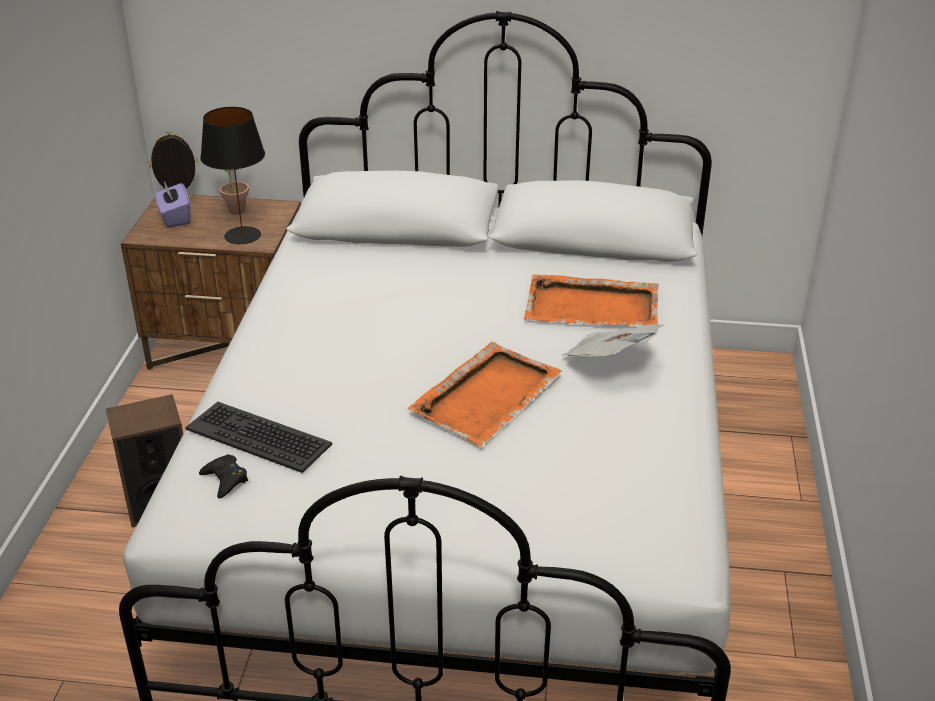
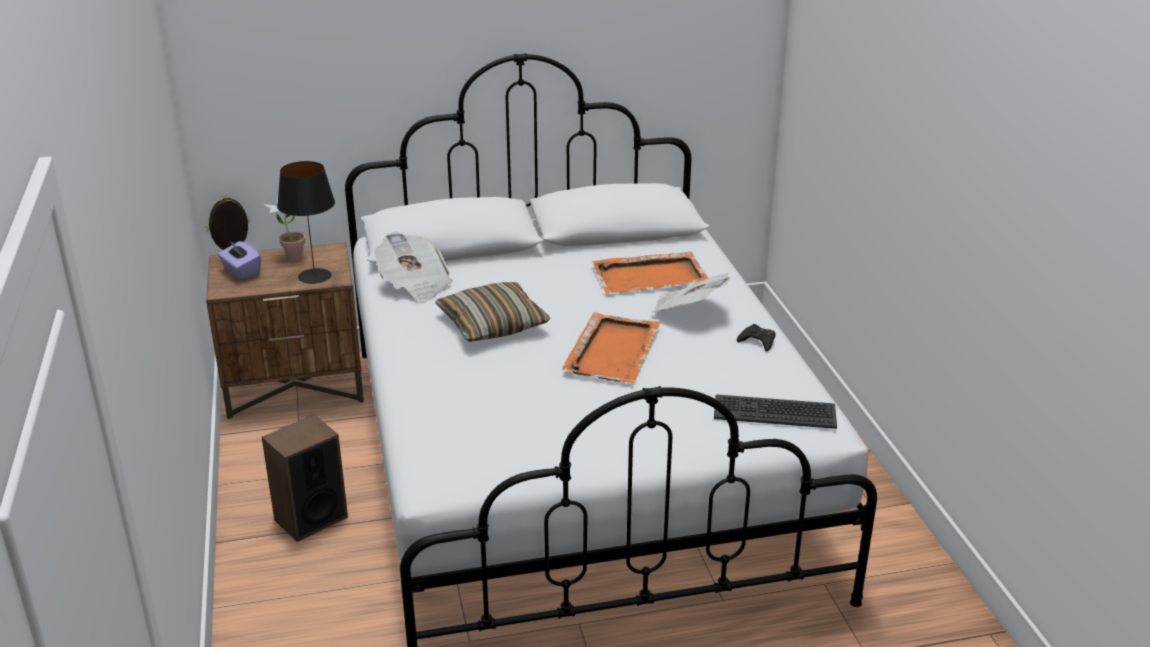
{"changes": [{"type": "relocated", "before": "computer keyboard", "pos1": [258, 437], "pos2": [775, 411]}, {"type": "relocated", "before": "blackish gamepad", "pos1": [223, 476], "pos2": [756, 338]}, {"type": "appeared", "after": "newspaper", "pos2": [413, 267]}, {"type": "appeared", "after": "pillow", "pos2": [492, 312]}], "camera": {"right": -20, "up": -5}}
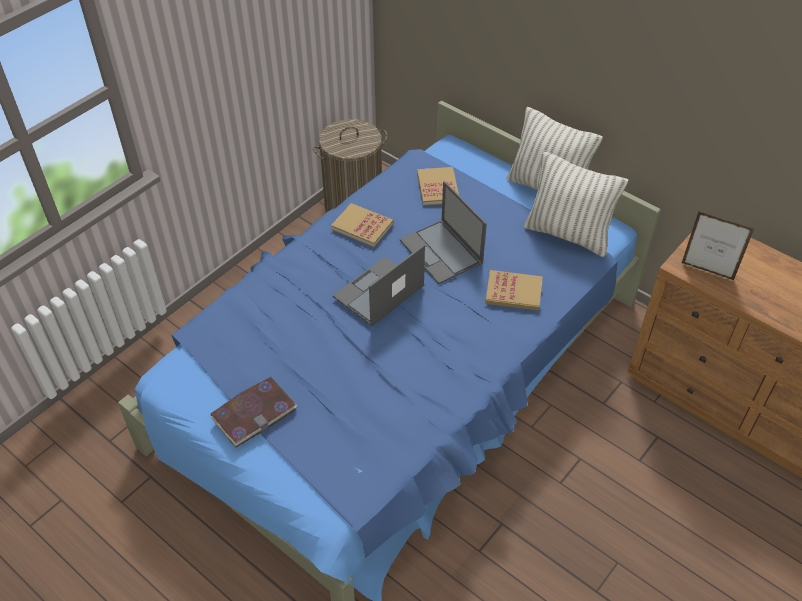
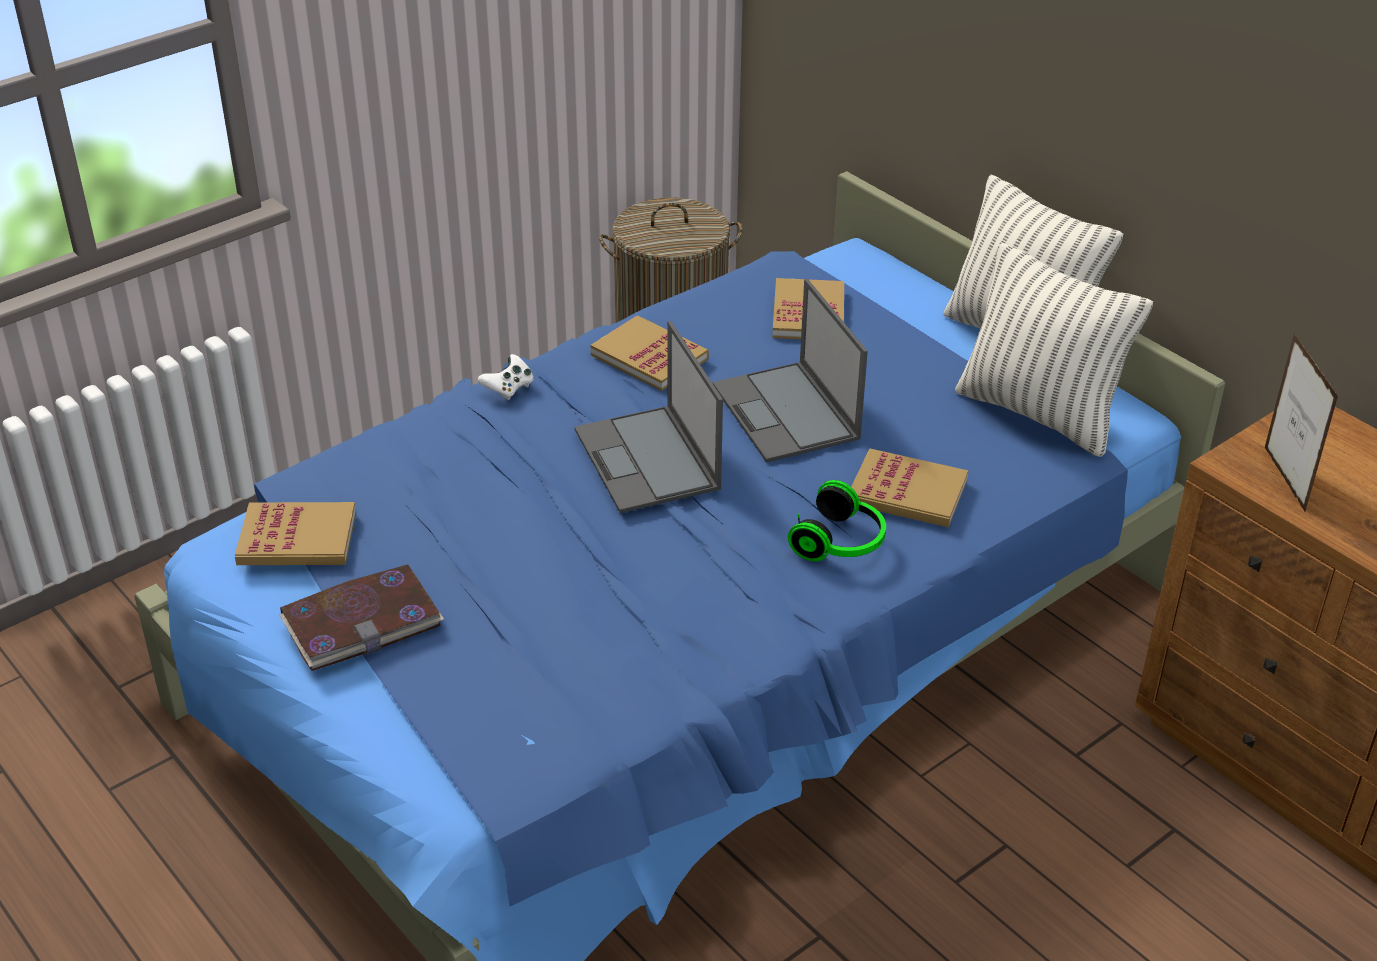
{"changes": [{"type": "spun", "before": "standing frame", "pos1": [717, 245], "pos2": [1301, 423], "turn": -135}, {"type": "spun", "before": "portable computer", "pos1": [379, 285], "pos2": [648, 417], "turn": -75}, {"type": "appeared", "after": "whitish gamepad", "pos2": [506, 377]}, {"type": "appeared", "after": "headphones", "pos2": [837, 521]}, {"type": "appeared", "after": "volume", "pos2": [295, 533]}], "camera": {"right": 10, "up": -10}}
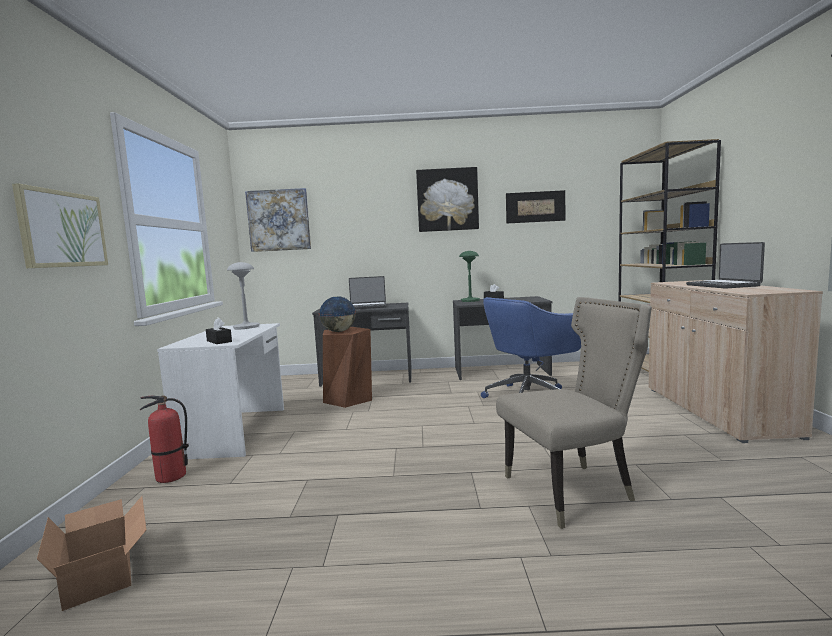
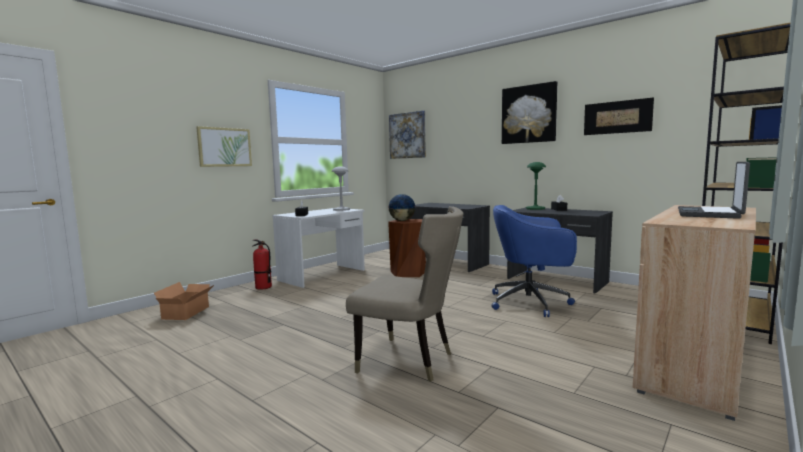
{"changes": [{"type": "missing", "before": "portable computer", "pos1": [368, 292]}], "camera": {"right": 40, "up": 0}}
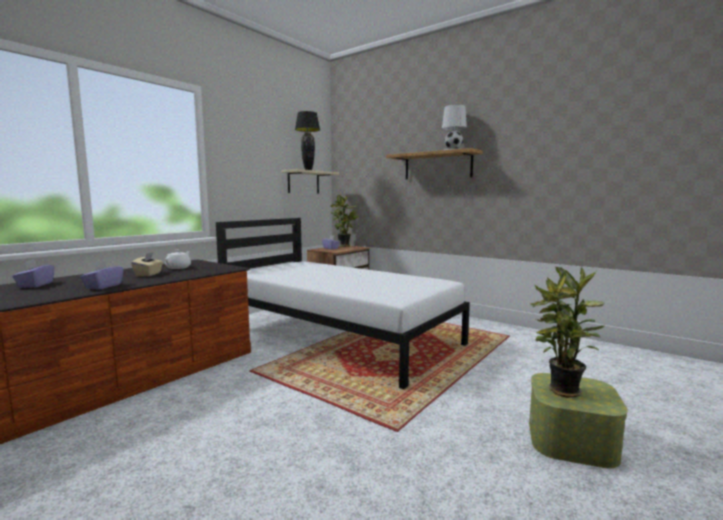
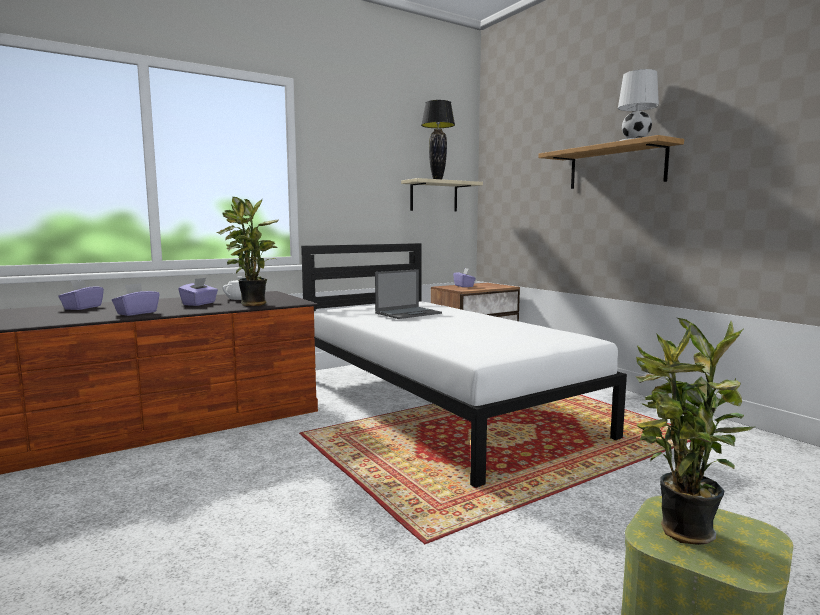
{"changes": [{"type": "relocated", "before": "plant in a pot", "pos1": [344, 221], "pos2": [247, 251]}, {"type": "colour", "before": "sand-coloured box of tissues", "after": "purplish box of tissues", "pos1": [147, 264], "pos2": [198, 292]}, {"type": "appeared", "after": "portable computer", "pos2": [408, 294]}], "camera": {"right": 20, "up": 0}}
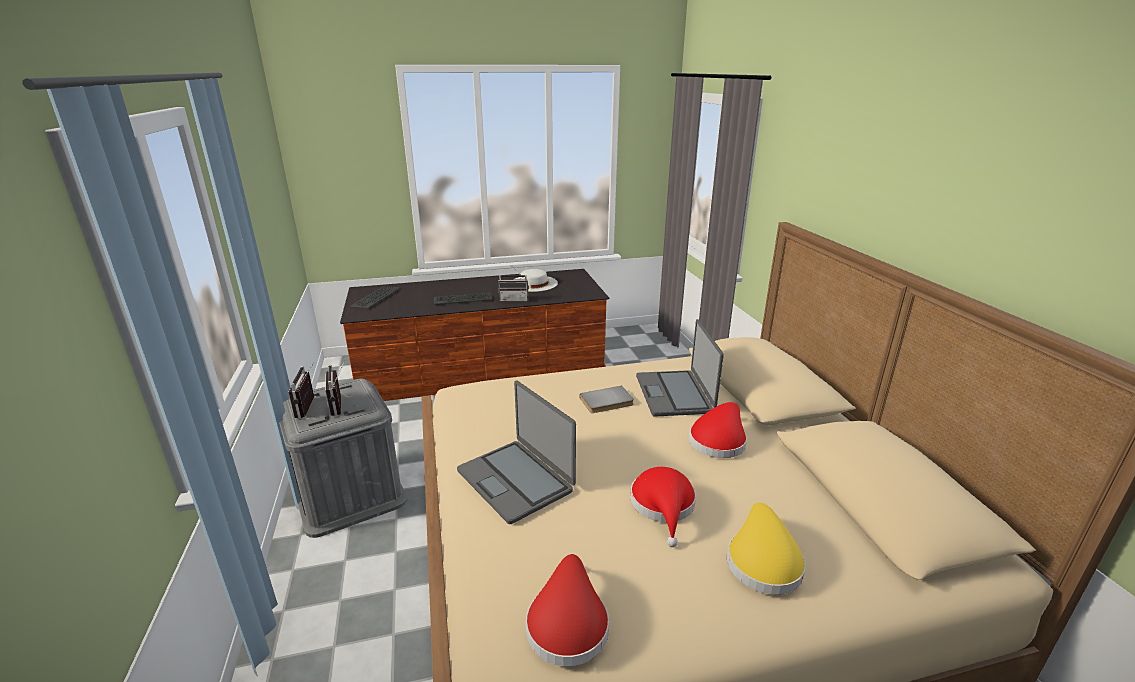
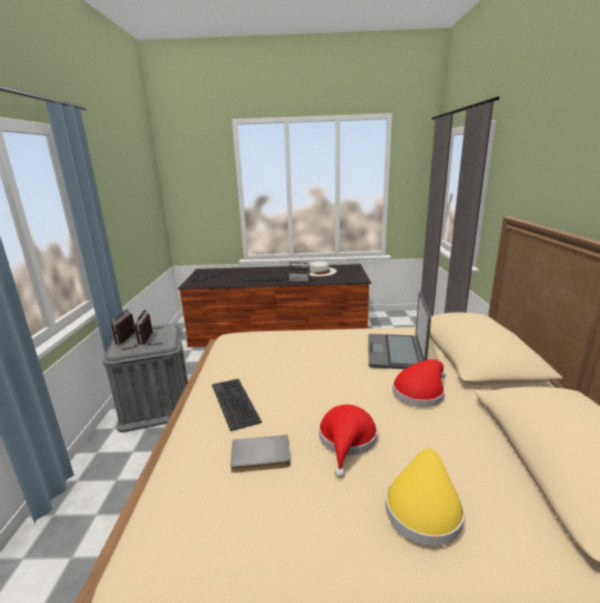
{"changes": [{"type": "exchanged", "before": "portable computer", "after": "computer keyboard", "pos1": [516, 452], "pos2": [237, 405]}, {"type": "relocated", "before": "greyish volume", "pos1": [607, 399], "pos2": [260, 454]}, {"type": "missing", "before": "red-coloured clothing hat", "pos1": [567, 610]}], "camera": {"right": 15, "up": -5}}
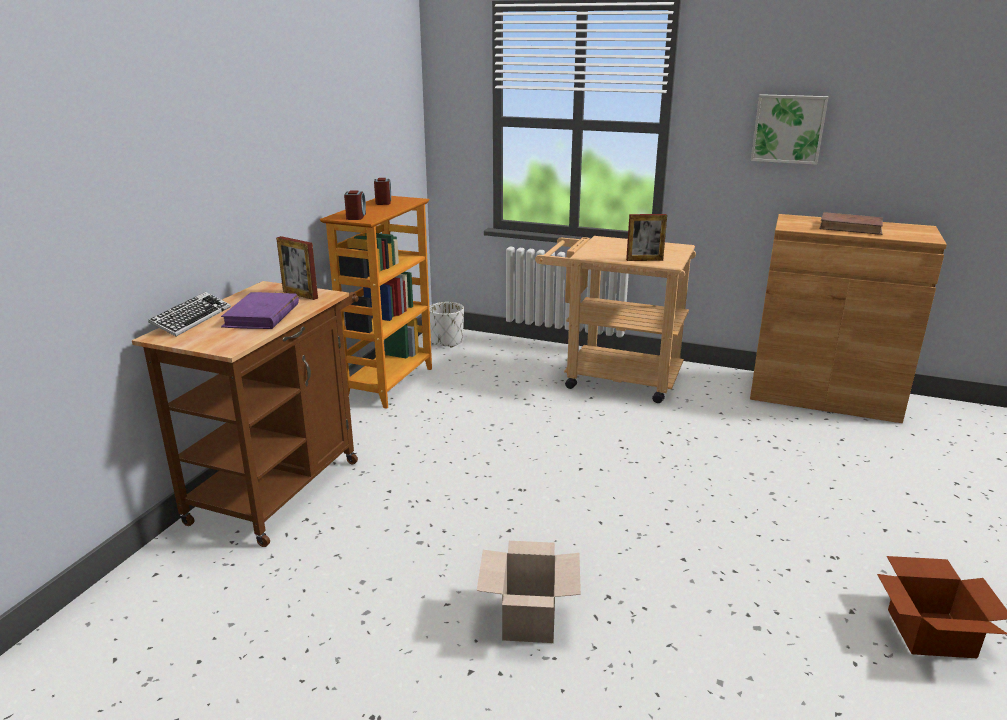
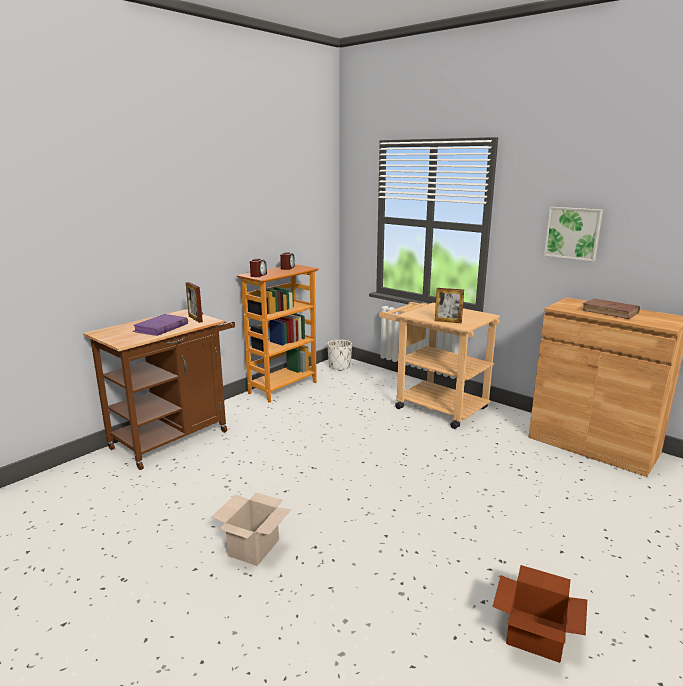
{"changes": [{"type": "missing", "before": "computer keyboard", "pos1": [189, 314]}], "camera": {"right": 20, "up": -5}}
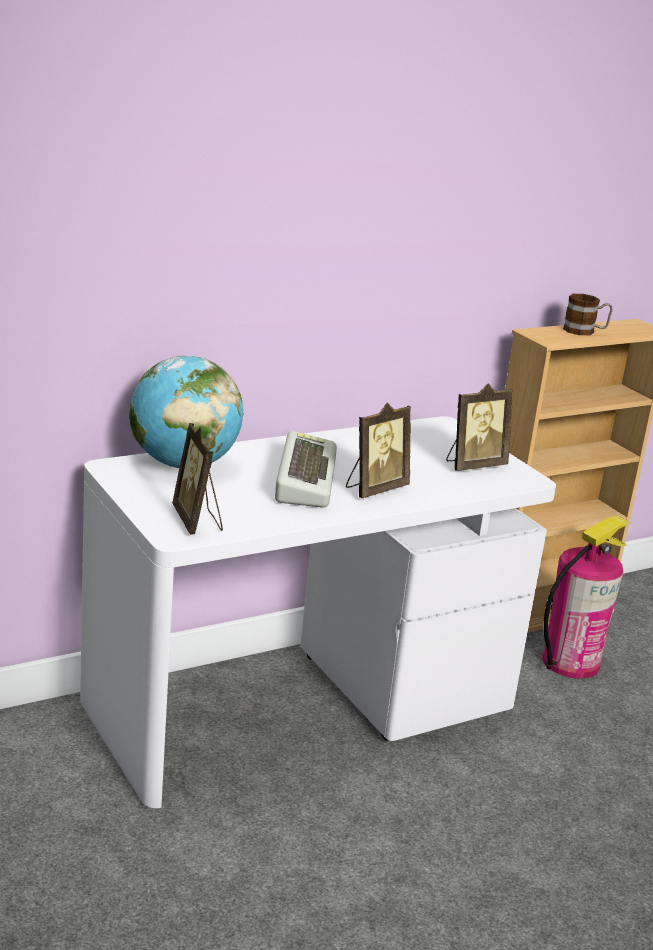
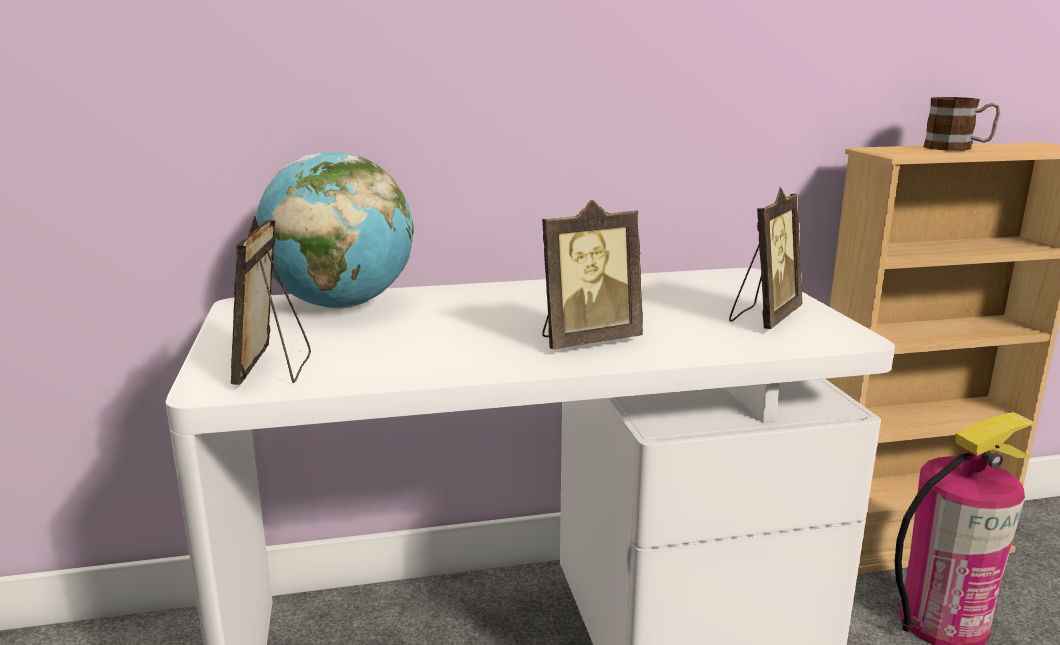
{"changes": [{"type": "spun", "before": "standing frame", "pos1": [479, 427], "pos2": [765, 258], "turn": -45}, {"type": "missing", "before": "computer keyboard", "pos1": [306, 469]}], "camera": {"right": 20, "up": -5}}
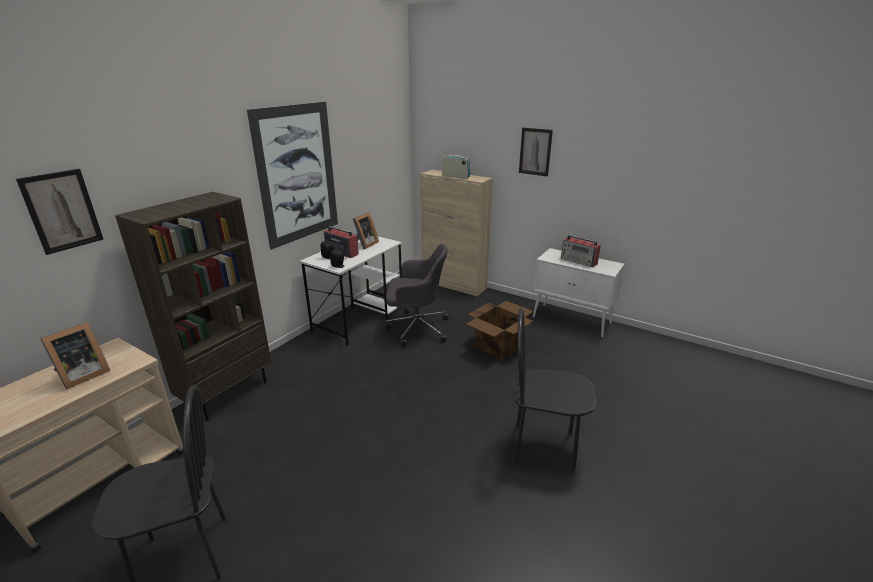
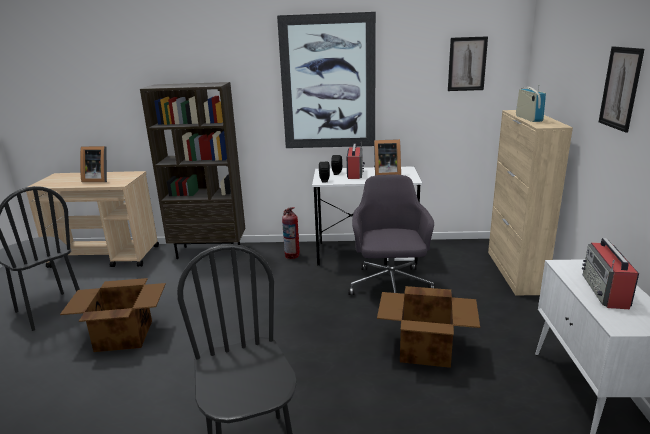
{"changes": [{"type": "relocated", "before": "picture", "pos1": [59, 212], "pos2": [468, 63]}, {"type": "spun", "before": "greyish desk chair", "pos1": [417, 295], "pos2": [392, 235], "turn": -150}, {"type": "appeared", "after": "extinguisher", "pos2": [291, 233]}, {"type": "appeared", "after": "packing box", "pos2": [113, 315]}], "camera": {"right": 60, "up": -5}}
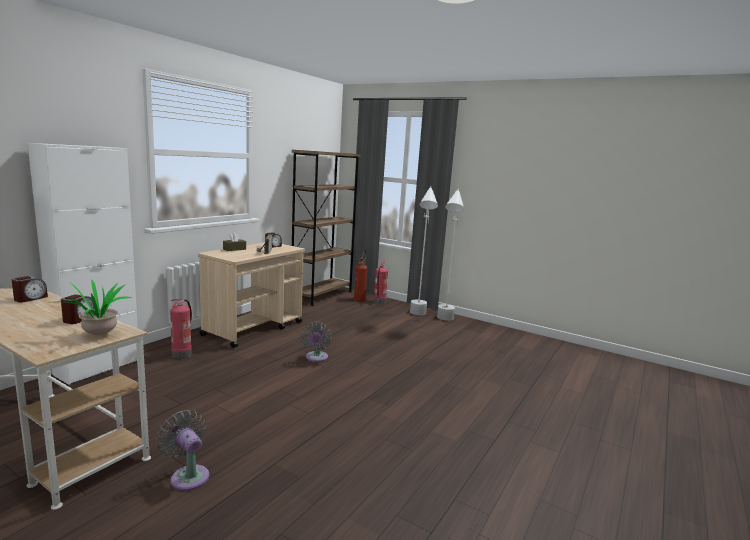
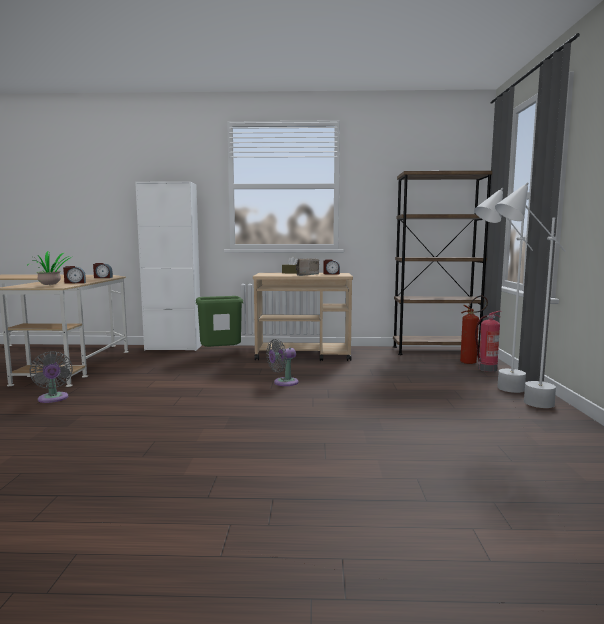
{"changes": [{"type": "exchanged", "before": "extinguisher", "after": "greenish rubbish bin", "pos1": [181, 329], "pos2": [219, 321]}, {"type": "spun", "before": "greyish fan", "pos1": [182, 450], "pos2": [51, 377], "turn": 135}], "camera": {"right": 60, "up": -5}}
